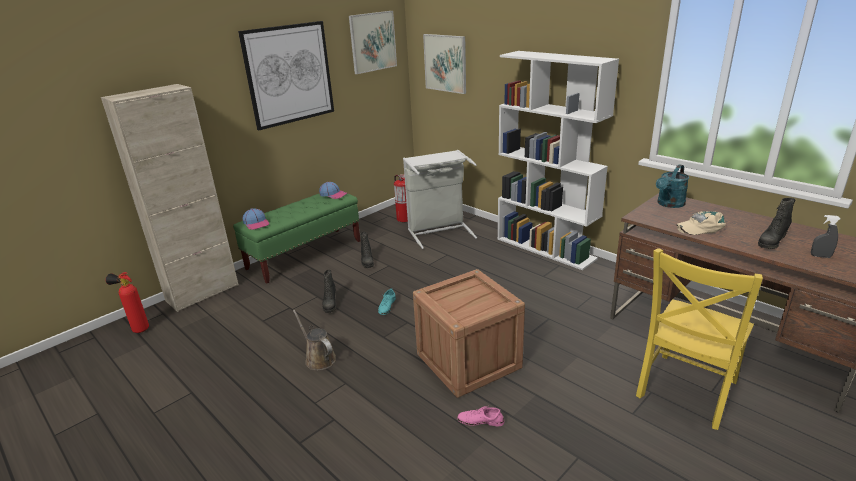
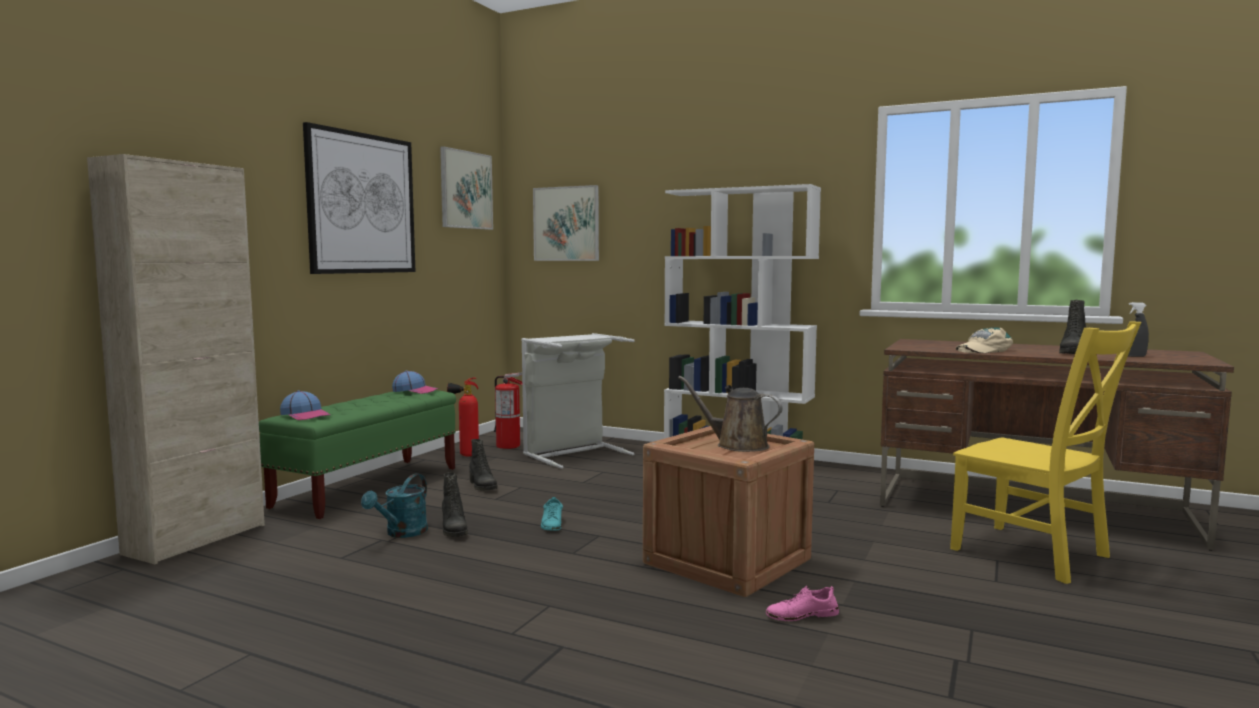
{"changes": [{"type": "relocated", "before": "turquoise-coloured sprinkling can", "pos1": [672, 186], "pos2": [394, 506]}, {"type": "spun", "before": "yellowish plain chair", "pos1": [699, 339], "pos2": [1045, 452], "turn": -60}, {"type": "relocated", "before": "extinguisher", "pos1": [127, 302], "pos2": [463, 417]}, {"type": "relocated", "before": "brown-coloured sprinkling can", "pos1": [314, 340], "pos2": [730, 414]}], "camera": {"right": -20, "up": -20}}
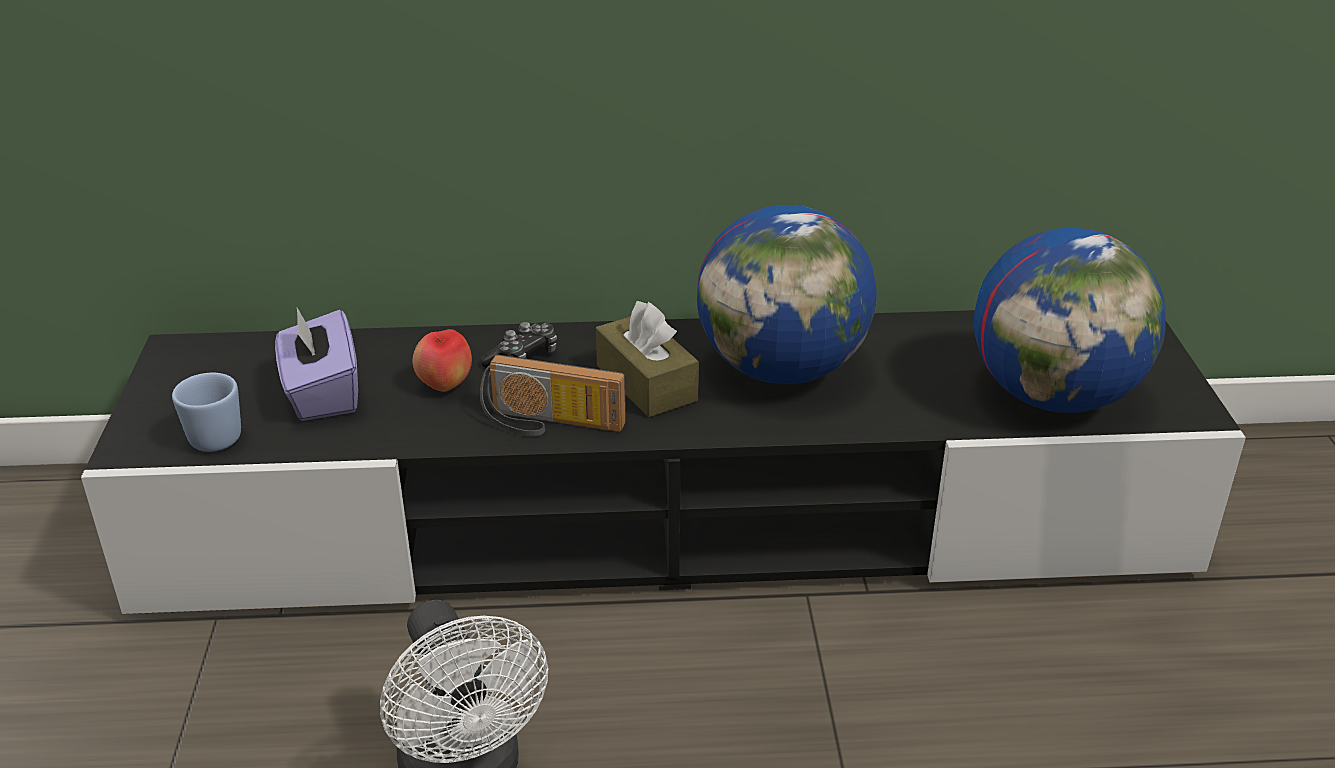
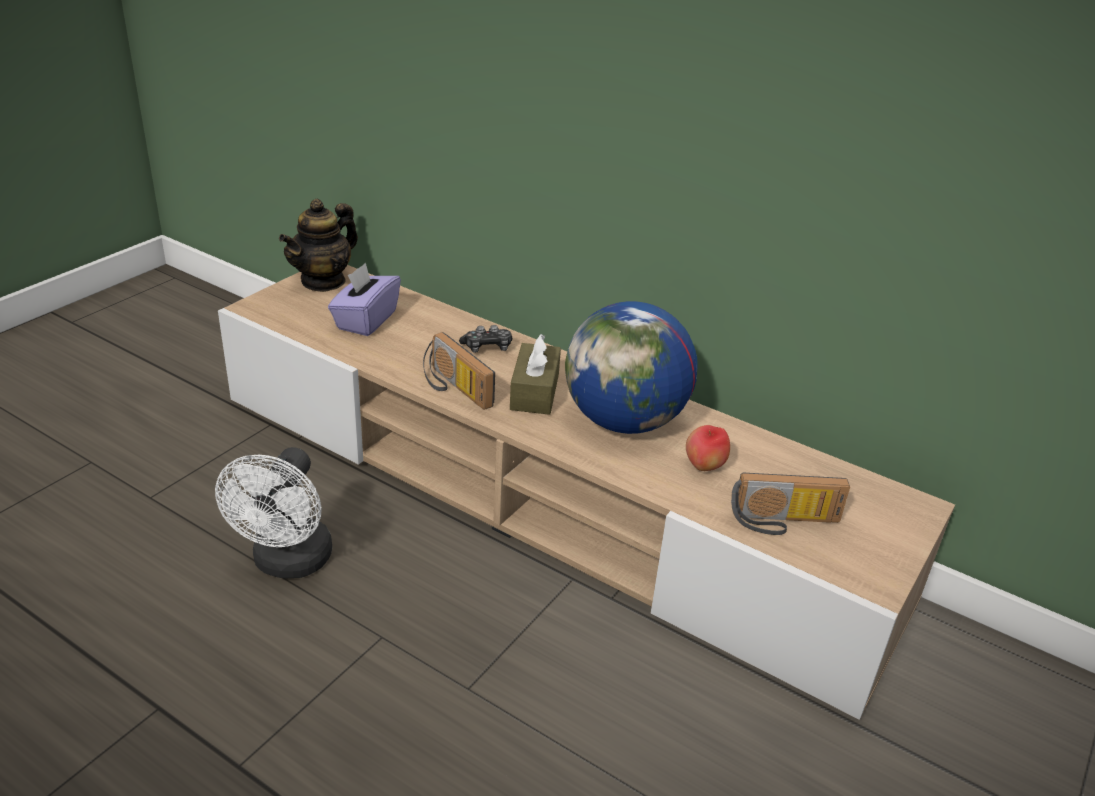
{"changes": [{"type": "exchanged", "before": "world globe", "after": "radio set", "pos1": [1070, 320], "pos2": [790, 504]}, {"type": "colour", "before": "blackish media console", "after": "sand-coloured media console", "pos1": [663, 462], "pos2": [586, 492]}, {"type": "relocated", "before": "whole apple", "pos1": [442, 360], "pos2": [708, 448]}, {"type": "missing", "before": "bluish coffee mug", "pos1": [206, 412]}, {"type": "appeared", "after": "pot for tea", "pos2": [318, 245]}], "camera": {"right": 35, "up": 0}}
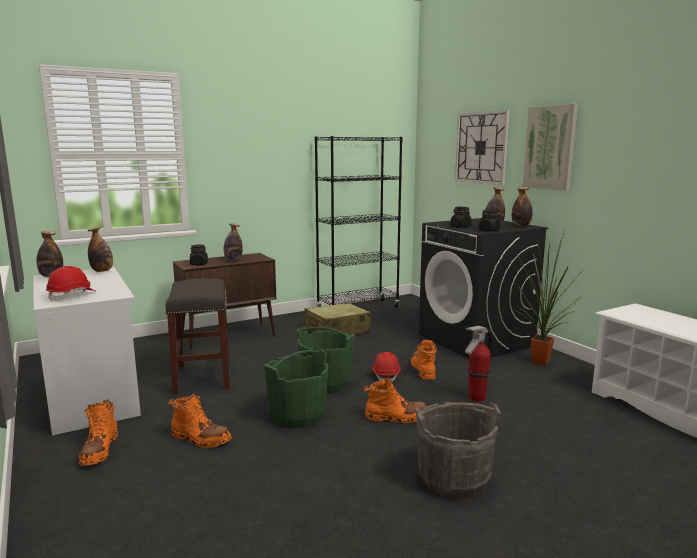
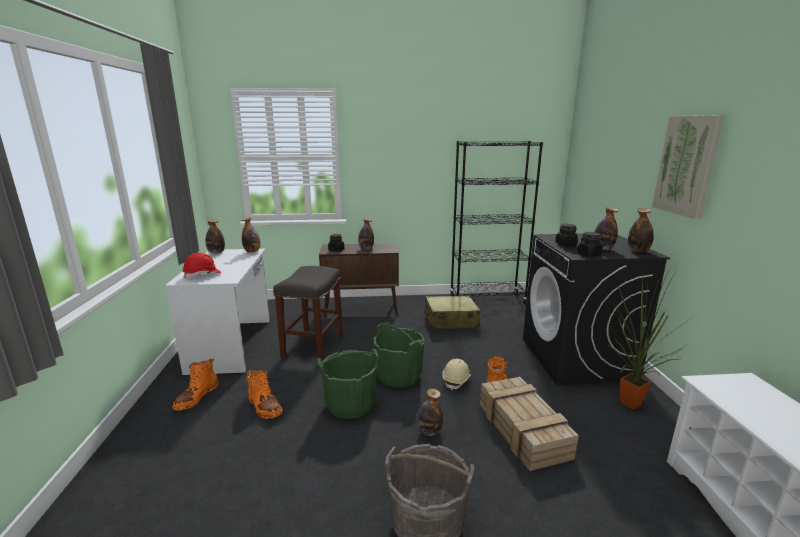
{"changes": [{"type": "missing", "before": "hanging clock", "pos1": [482, 147]}, {"type": "exchanged", "before": "extinguisher", "after": "shipping crate", "pos1": [479, 364], "pos2": [529, 424]}, {"type": "colour", "before": "red-coloured work helmet", "after": "sand-coloured work helmet", "pos1": [386, 367], "pos2": [456, 374]}, {"type": "exchanged", "before": "orangey tall boot", "after": "bottle", "pos1": [395, 400], "pos2": [430, 412]}], "camera": {"right": 25, "up": 5}}
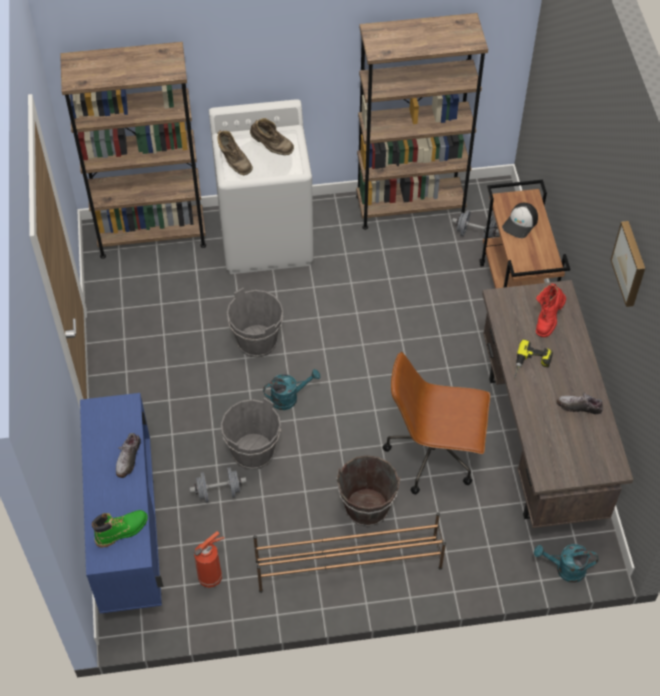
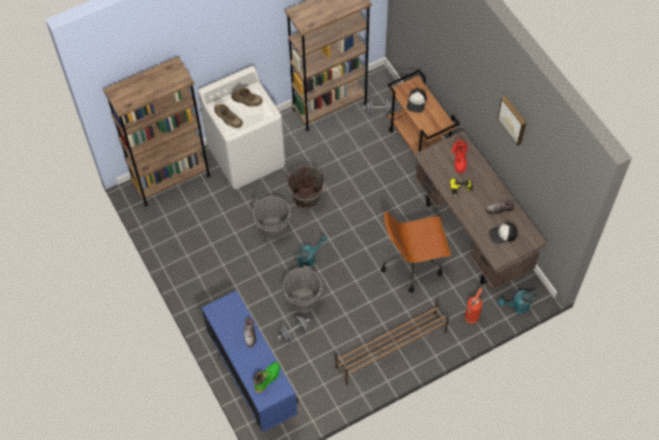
{"changes": [{"type": "relocated", "before": "brown-coloured pail", "pos1": [368, 491], "pos2": [306, 188]}, {"type": "relocated", "before": "extinguisher", "pos1": [209, 559], "pos2": [473, 306]}, {"type": "appeared", "after": "baseball cap", "pos2": [503, 233]}], "camera": {"right": -20, "up": 5}}
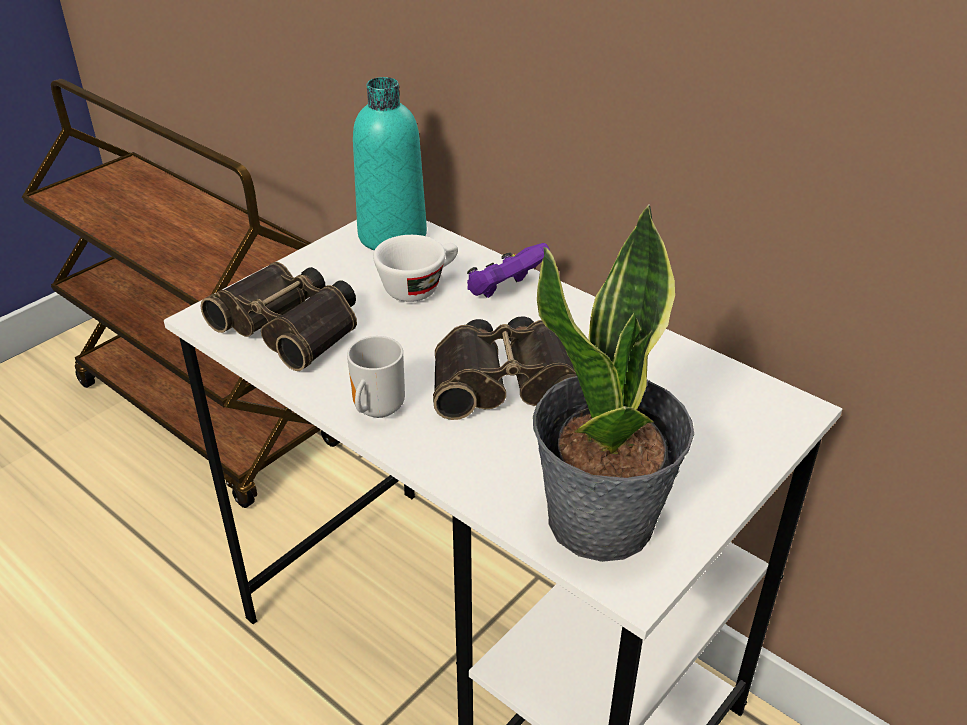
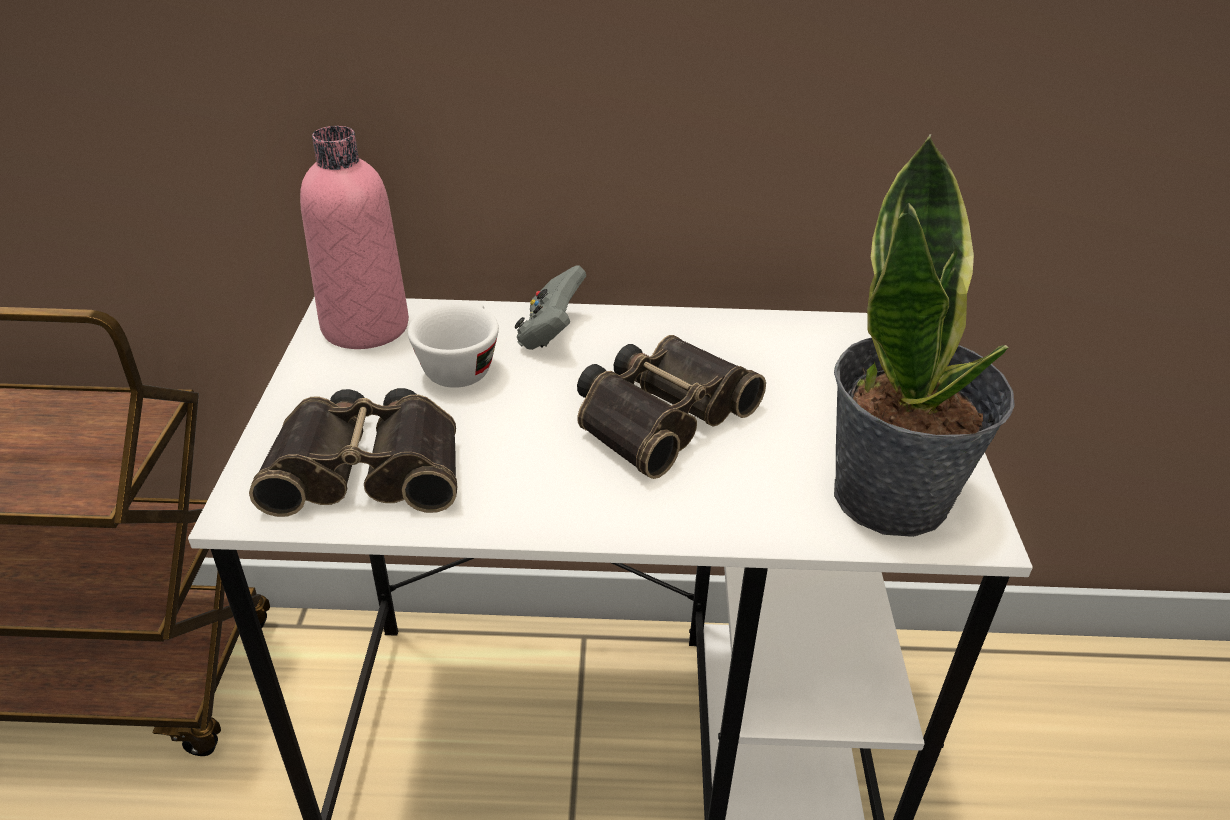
{"changes": [{"type": "colour", "before": "turquoise-coloured bottle", "after": "pinkish bottle", "pos1": [390, 163], "pos2": [354, 237]}, {"type": "colour", "before": "purplish gamepad", "after": "greyish gamepad", "pos1": [508, 270], "pos2": [550, 308]}, {"type": "missing", "before": "coffee mug", "pos1": [376, 377]}], "camera": {"right": -40, "up": 0}}
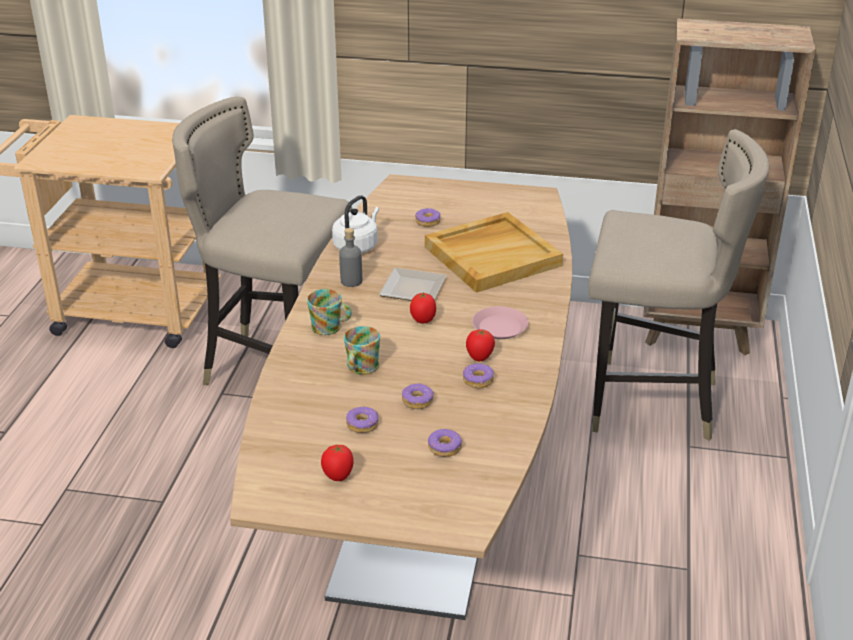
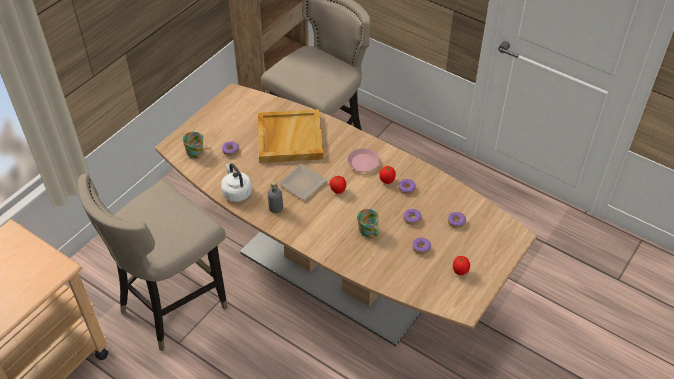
{"changes": [{"type": "relocated", "before": "coffee mug", "pos1": [329, 312], "pos2": [192, 145]}], "camera": {"right": -65, "up": 15}}
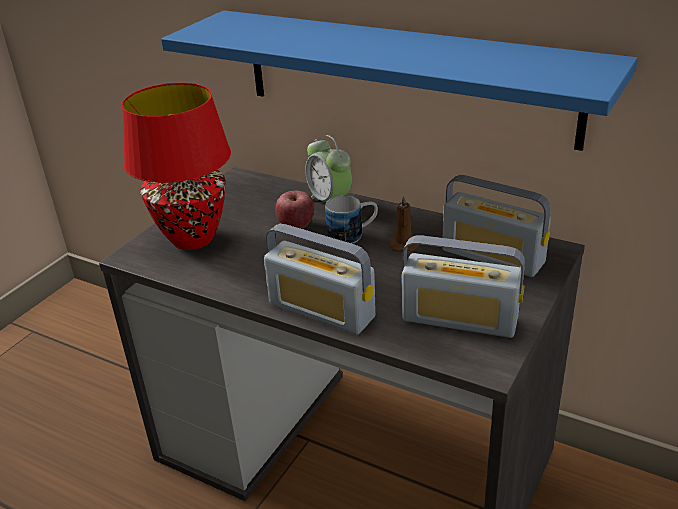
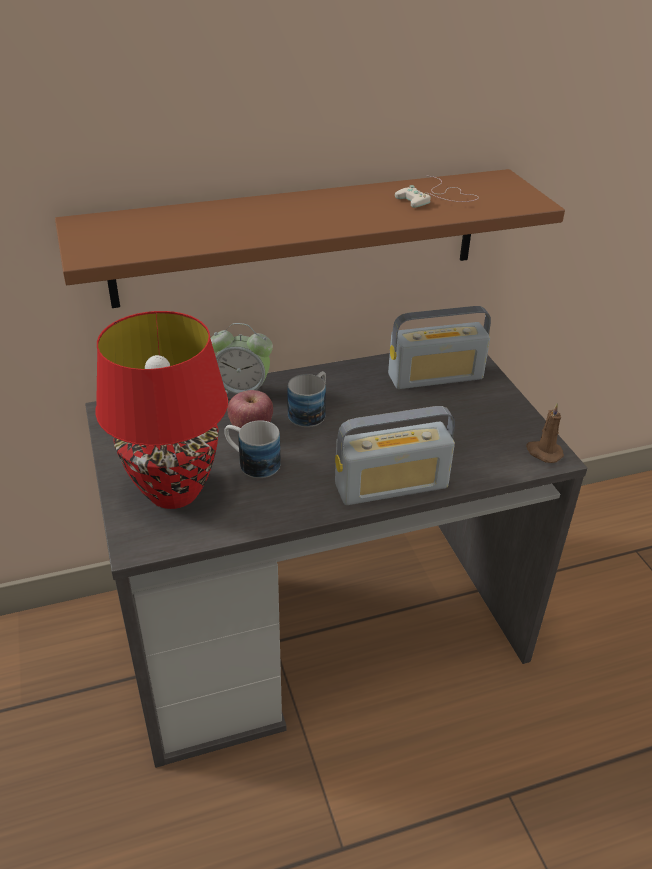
{"changes": [{"type": "colour", "before": "bluish bracket shelf", "after": "brown-coloured bracket shelf", "pos1": [399, 80], "pos2": [310, 238]}, {"type": "relocated", "before": "brown-coloured wax candle", "pos1": [404, 223], "pos2": [545, 433]}, {"type": "missing", "before": "radio set", "pos1": [463, 287]}, {"type": "appeared", "after": "whitish gamepad", "pos2": [437, 191]}, {"type": "appeared", "after": "coffee mug", "pos2": [252, 449]}], "camera": {"right": -50, "up": 5}}
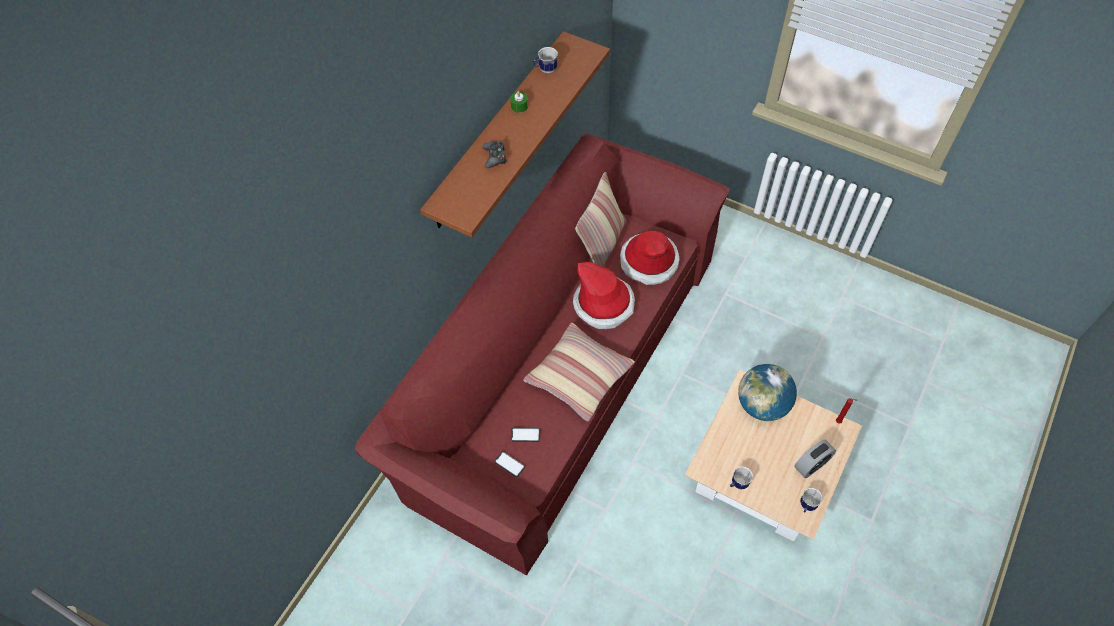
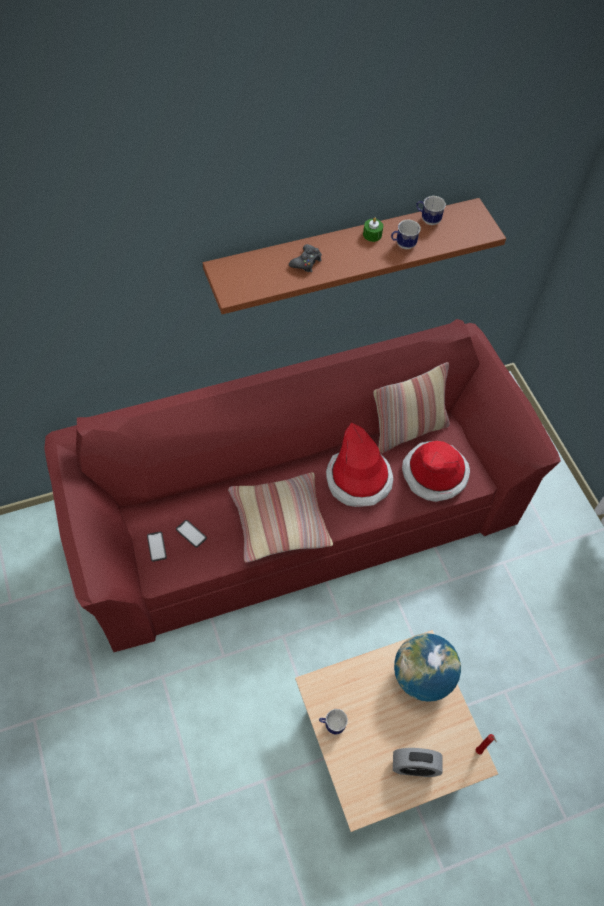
{"changes": [{"type": "relocated", "before": "coffee mug", "pos1": [811, 500], "pos2": [406, 234]}], "camera": {"right": 35, "up": 0}}
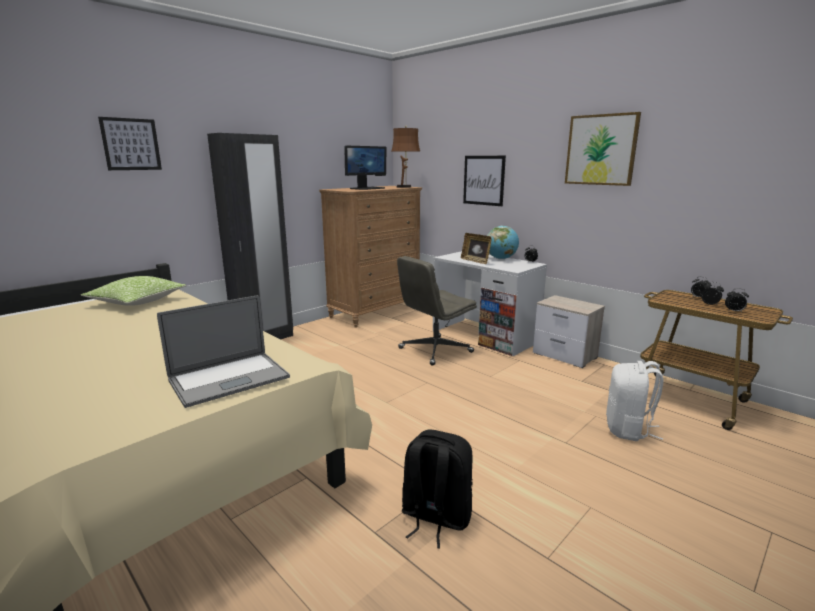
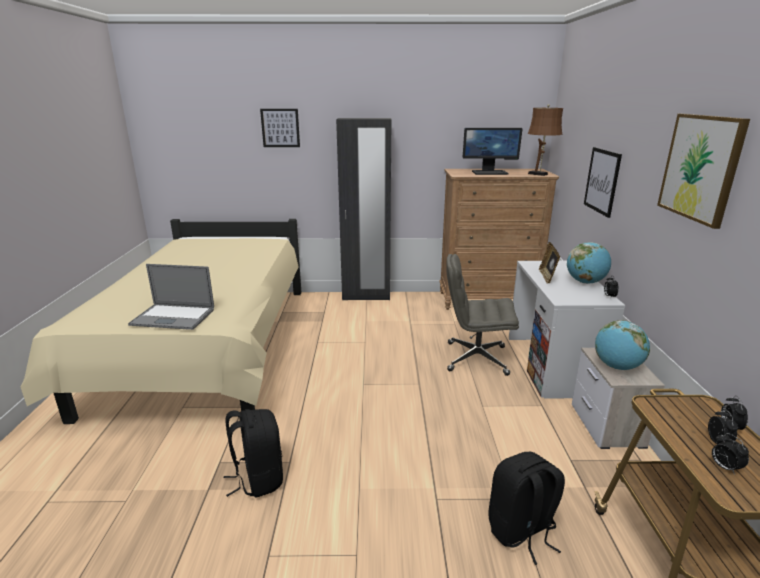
{"changes": [{"type": "missing", "before": "pillow", "pos1": [134, 291]}, {"type": "colour", "before": "whitish backpack", "after": "blackish backpack", "pos1": [634, 401], "pos2": [526, 508]}, {"type": "appeared", "after": "world globe", "pos2": [622, 345]}], "camera": {"right": 45, "up": 5}}
